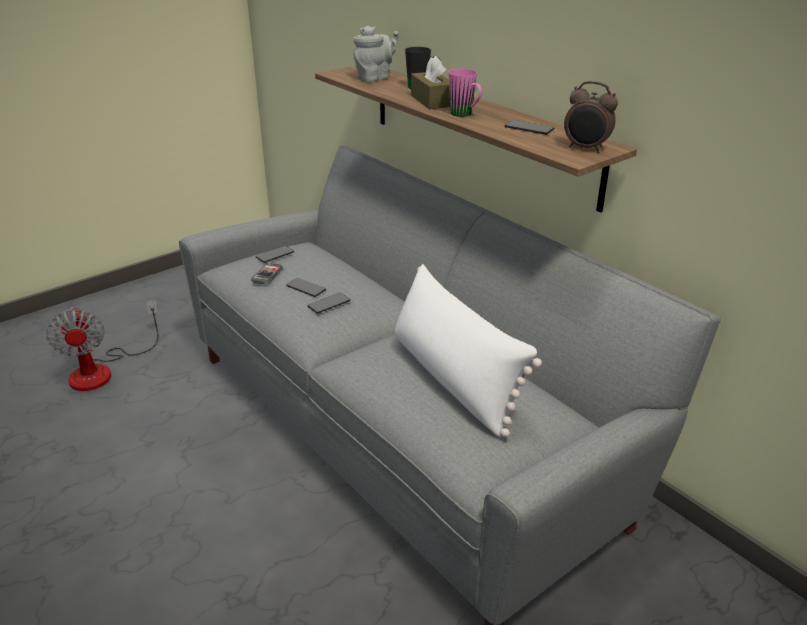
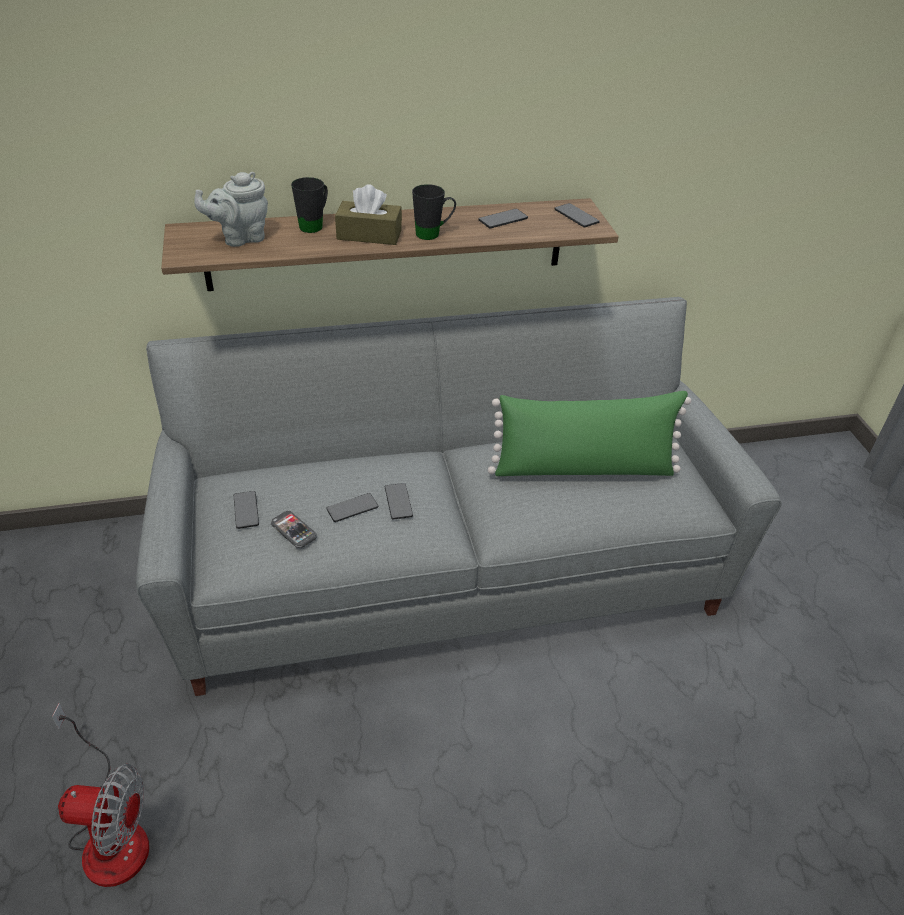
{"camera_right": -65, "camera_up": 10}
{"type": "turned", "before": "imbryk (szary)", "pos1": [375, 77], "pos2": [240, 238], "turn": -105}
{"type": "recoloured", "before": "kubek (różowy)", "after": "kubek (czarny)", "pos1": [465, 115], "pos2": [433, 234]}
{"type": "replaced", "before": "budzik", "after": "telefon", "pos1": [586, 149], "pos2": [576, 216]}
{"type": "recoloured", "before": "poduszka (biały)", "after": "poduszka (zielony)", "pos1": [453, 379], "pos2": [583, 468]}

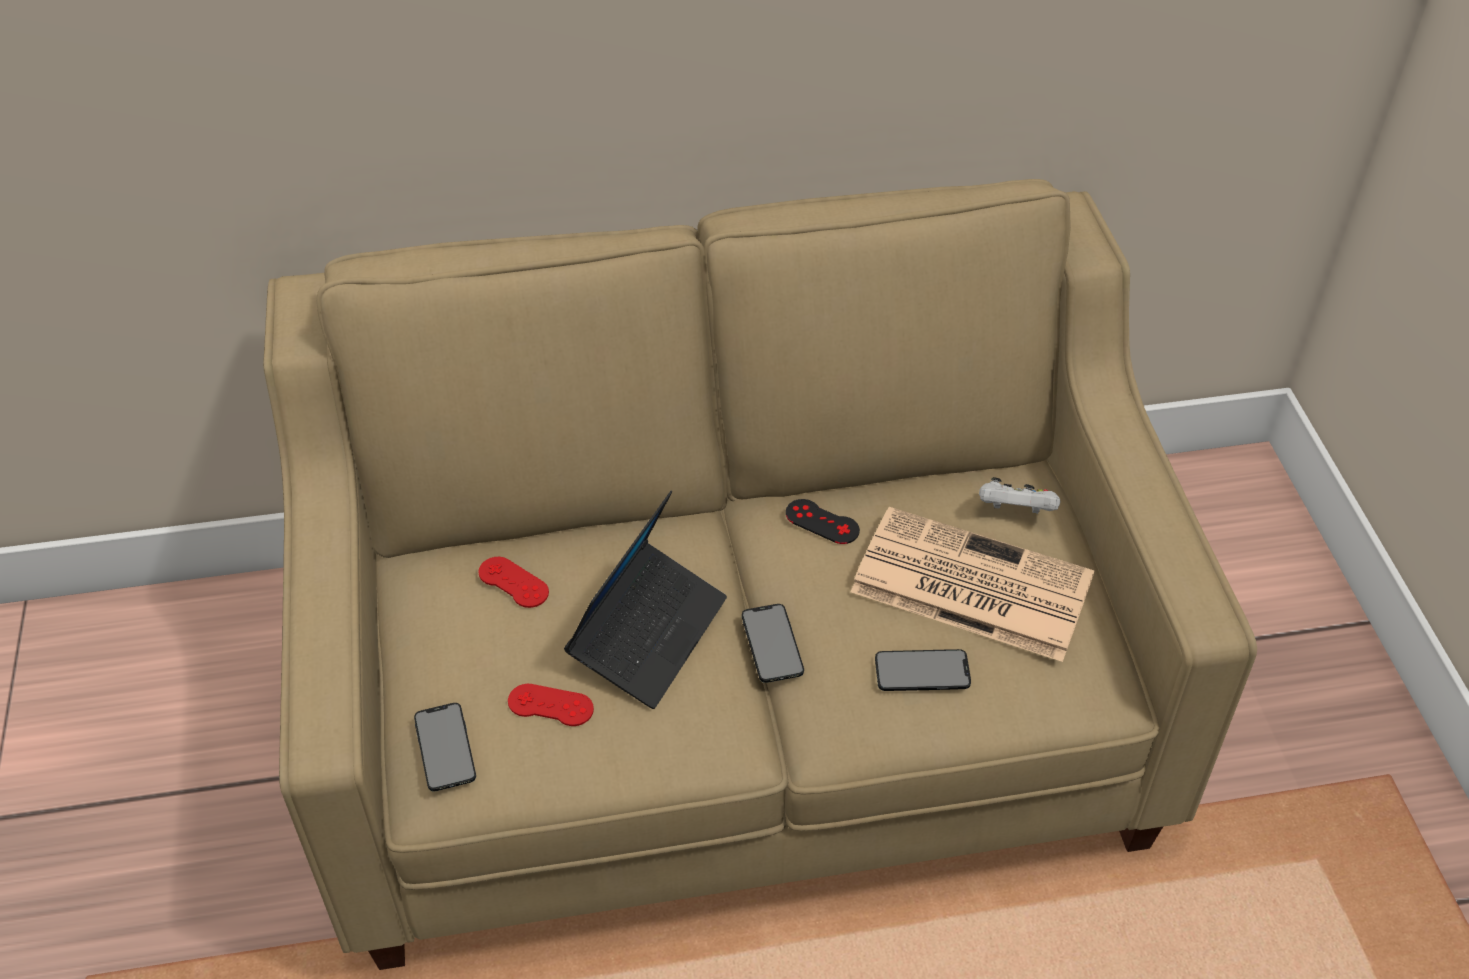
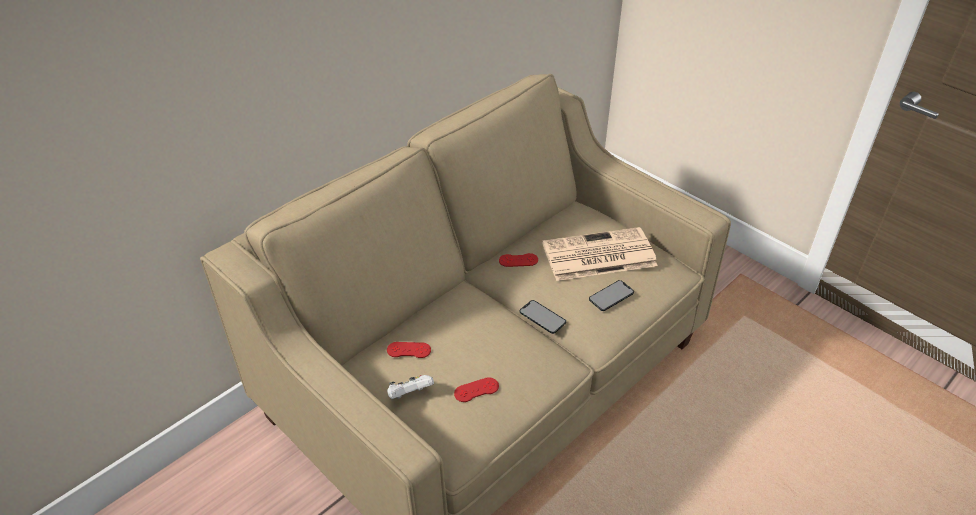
{"camera_right": -35, "camera_up": -5}
{"type": "moved", "before": "pad do gier (biały)", "pos1": [1015, 512], "pos2": [409, 395]}
{"type": "removed", "before": "laptop", "pos1": [648, 633]}
{"type": "recoloured", "before": "pad do gier (czarny)", "after": "pad do gier (czerwony)", "pos1": [822, 522], "pos2": [518, 260]}
{"type": "removed", "before": "telefon", "pos1": [445, 747]}

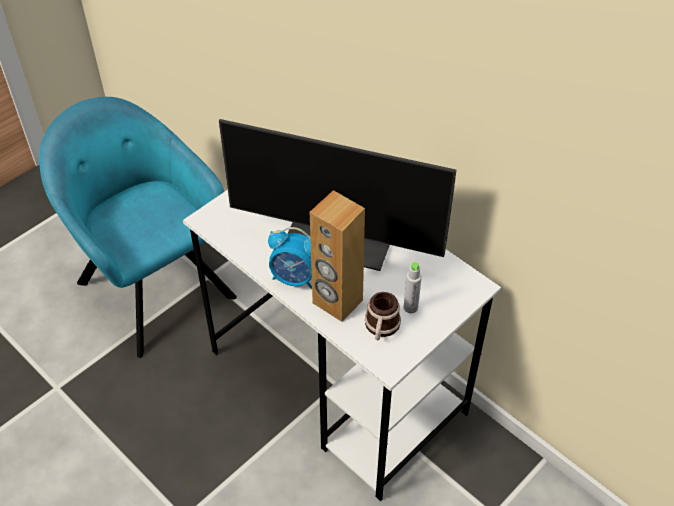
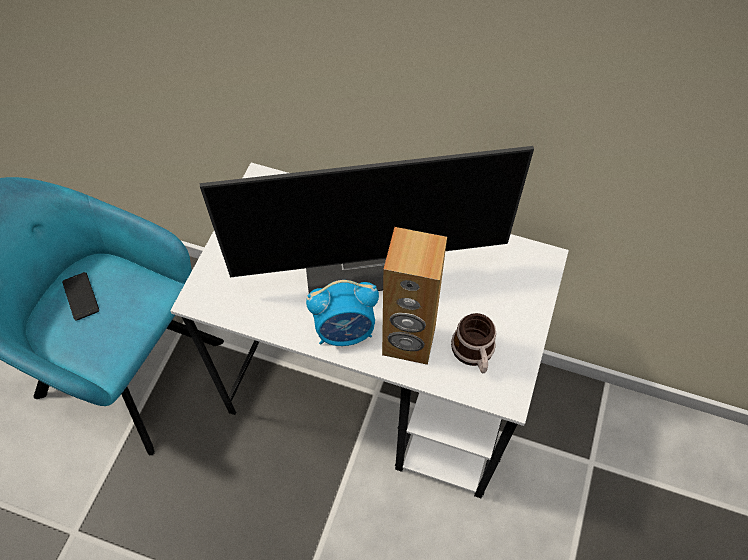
{"camera_right": -25, "camera_up": 10}
{"type": "removed", "before": "butelka (szary)", "pos1": [410, 307]}
{"type": "added", "after": "telefon", "pos2": [81, 296]}

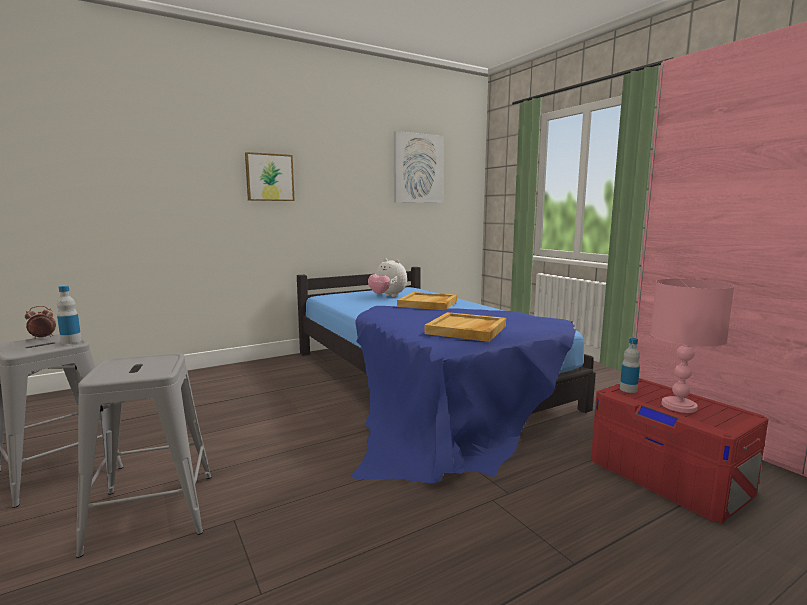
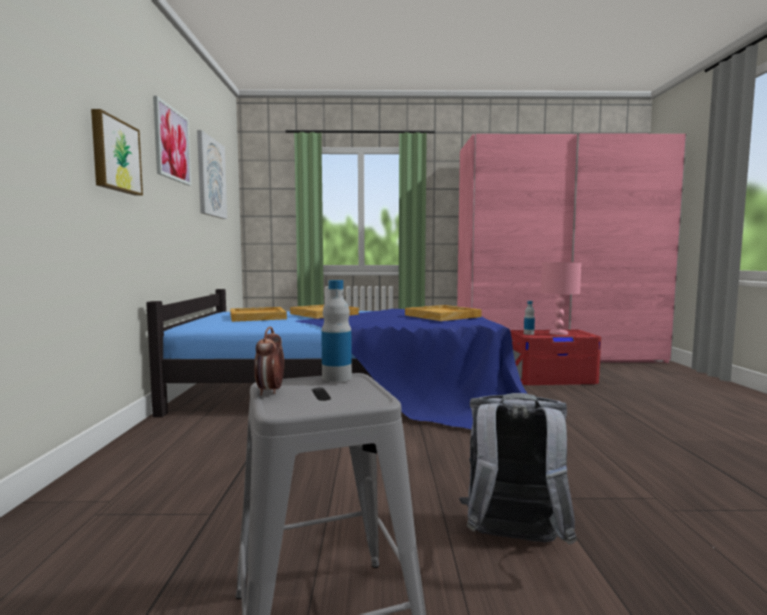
{"camera_right": -60, "camera_up": -5}
{"type": "replaced", "before": "pluszak", "after": "taca (beżowy)", "pos1": [387, 296], "pos2": [258, 317]}
{"type": "replaced", "before": "stołek (szary)", "after": "plecak (szary)", "pos1": [153, 512], "pos2": [513, 542]}
{"type": "added", "after": "obraz", "pos2": [172, 144]}

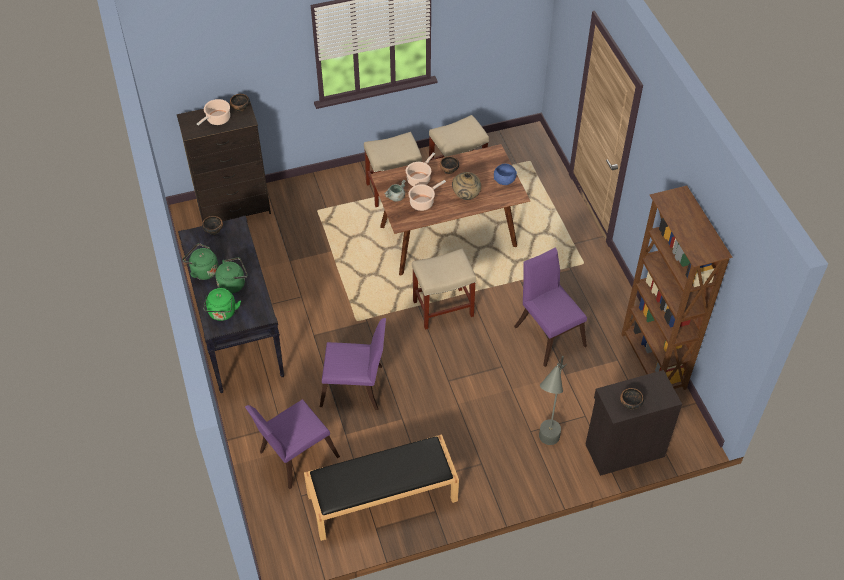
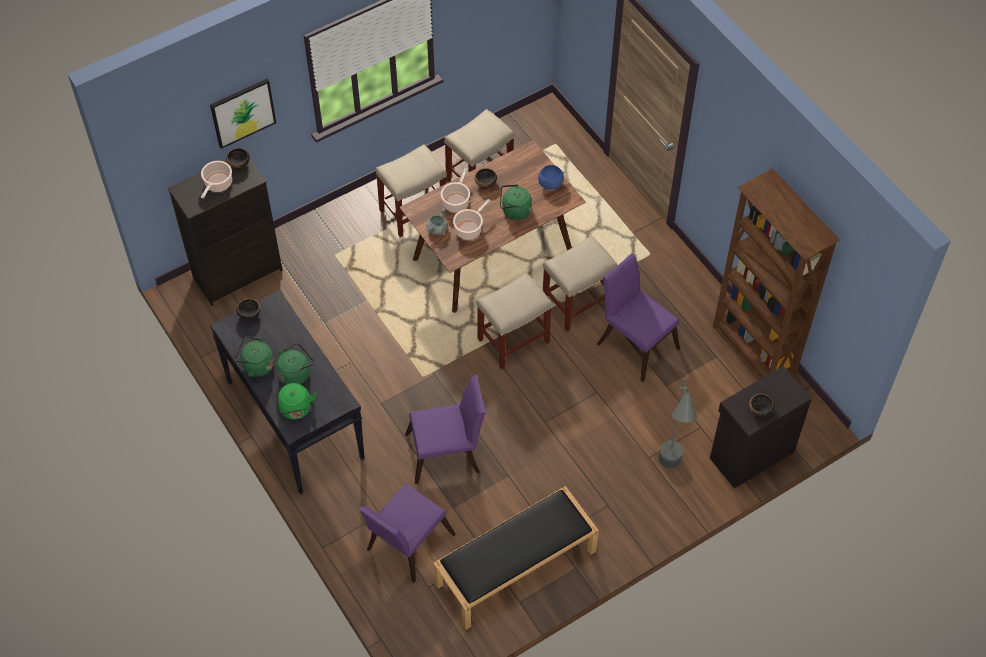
{"camera_right": -15, "camera_up": 5}
{"type": "replaced", "before": "wazon (beżowy)", "after": "czajnik (zielony)", "pos1": [466, 196], "pos2": [514, 211]}
{"type": "added", "after": "obraz", "pos2": [243, 112]}
{"type": "added", "after": "stołek (beżowy)", "pos2": [576, 304]}

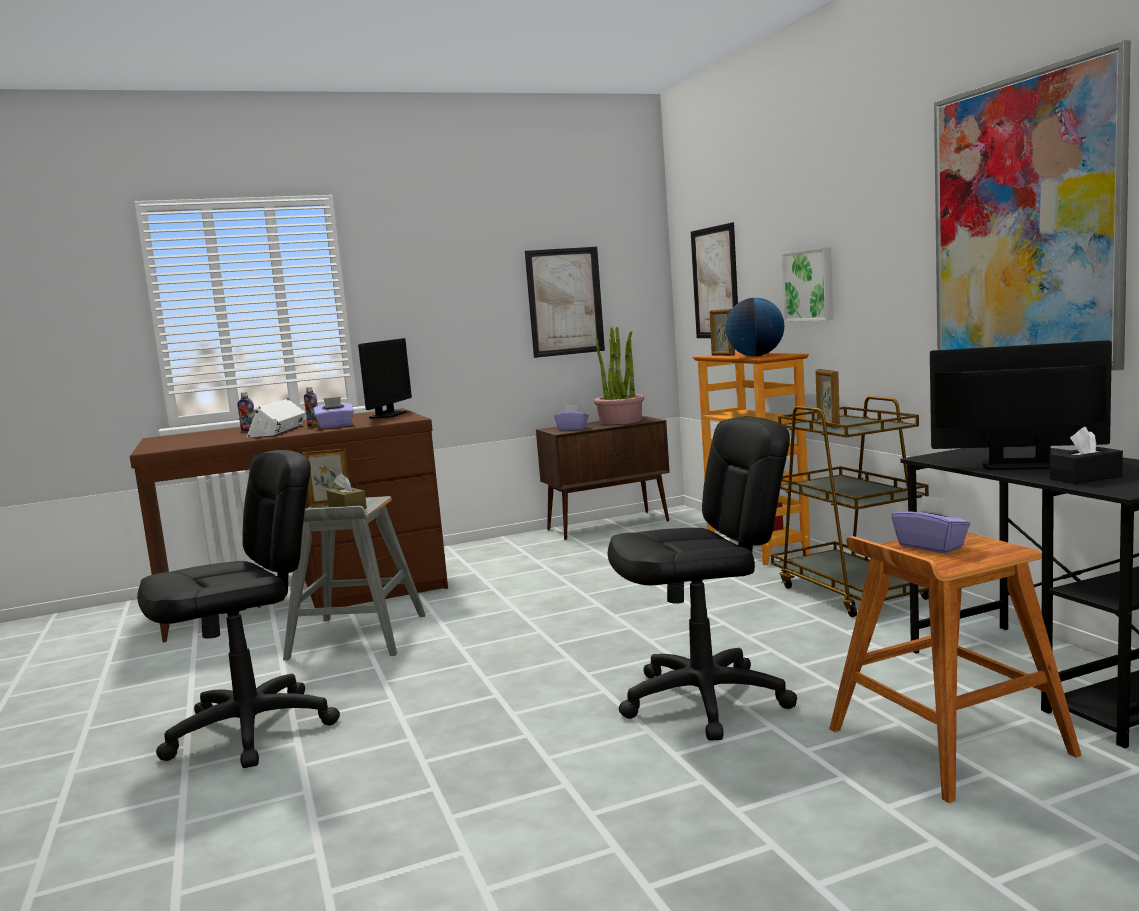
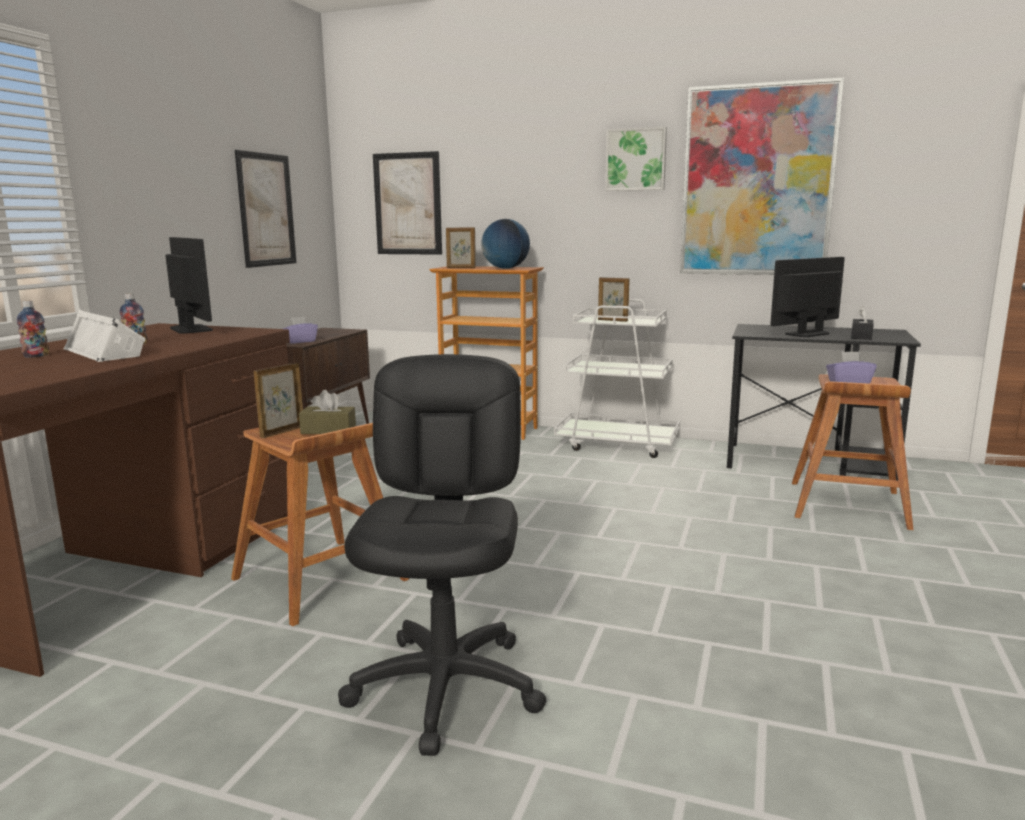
{"camera_right": -50, "camera_up": 5}
{"type": "moved", "before": "obraz", "pos1": [810, 285], "pos2": [636, 159]}
{"type": "removed", "before": "roślina doniczkowa", "pos1": [620, 421]}
{"type": "recoloured", "before": "wózek (brązowy)", "after": "wózek (biały)", "pos1": [851, 592], "pos2": [617, 444]}
{"type": "removed", "before": "pudełko chusteczek (fioletowy)", "pos1": [335, 426]}
{"type": "removed", "before": "krzesło biurowe (czarny)", "pos1": [705, 700]}
{"type": "recoloured", "before": "stołek (szary)", "after": "stołek (brązowy)", "pos1": [357, 637], "pos2": [320, 580]}

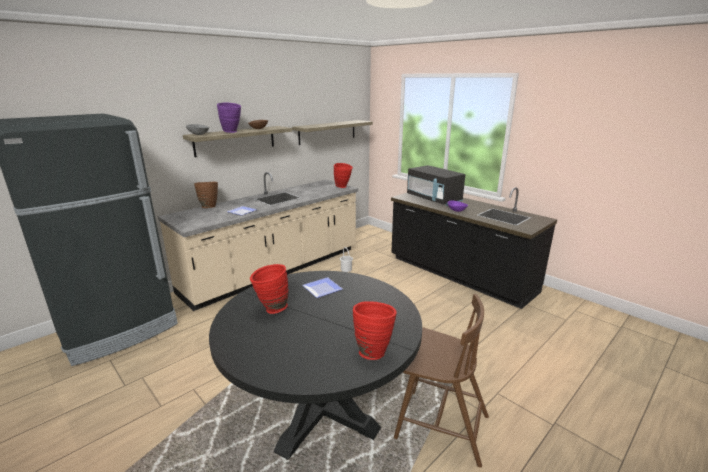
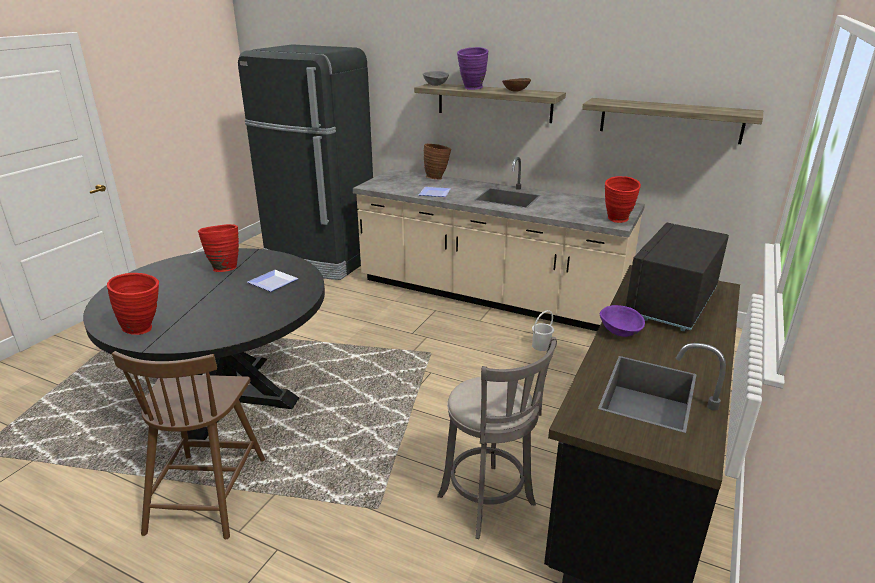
{"camera_right": 70, "camera_up": 5}
{"type": "added", "after": "stołek (szary)", "pos2": [489, 503]}

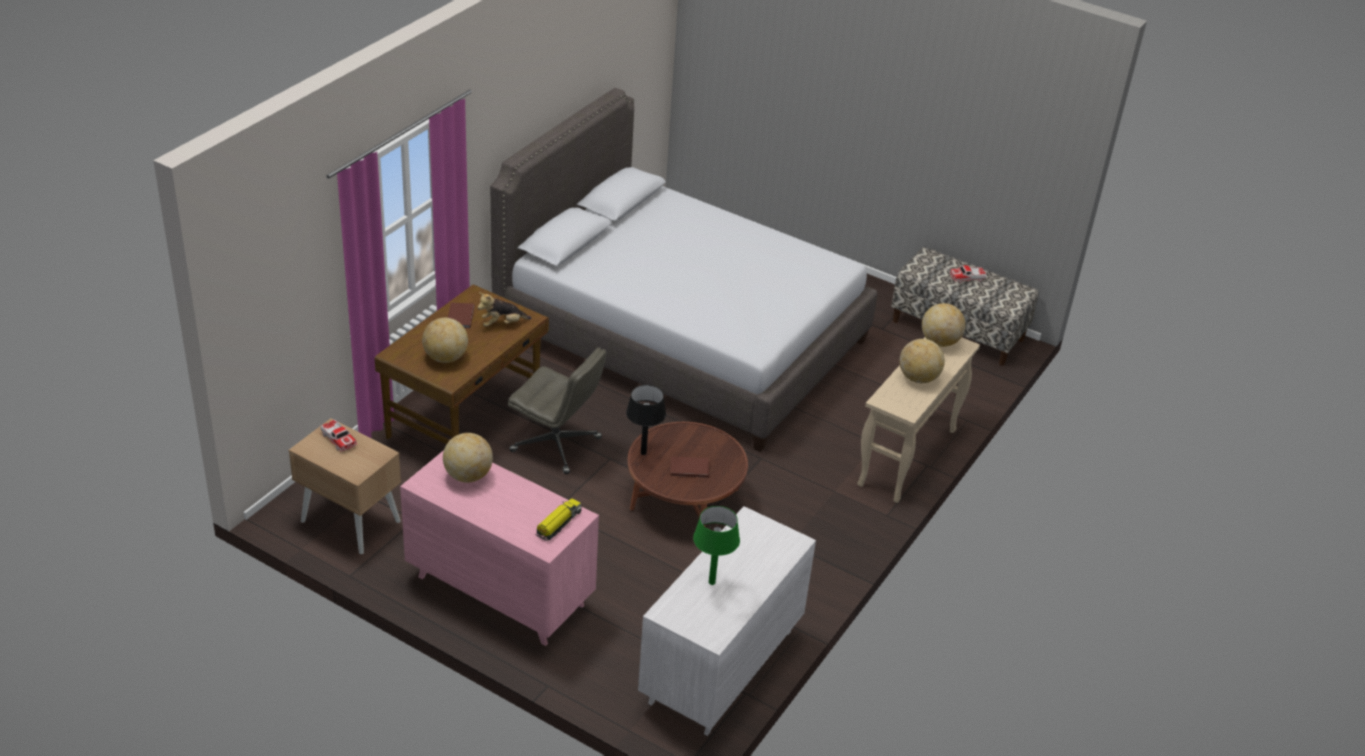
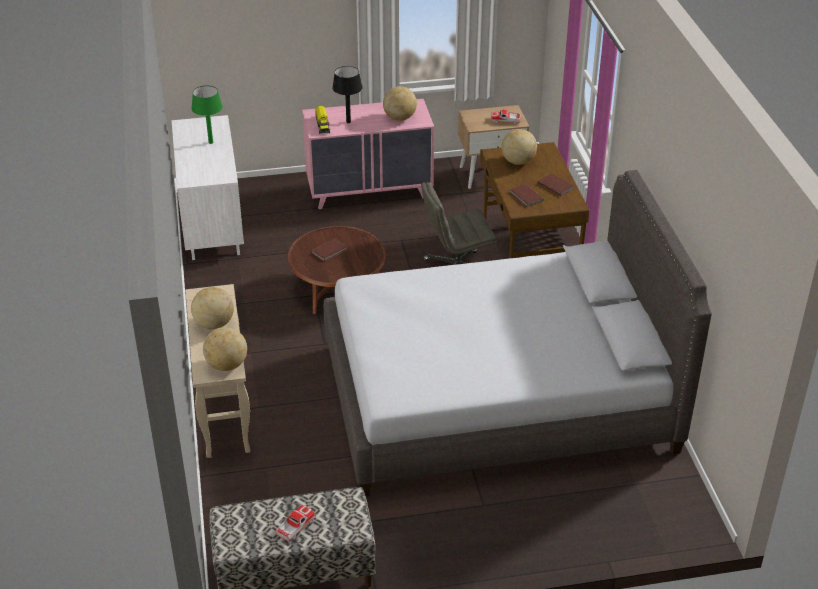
{"camera_right": 140, "camera_up": 0}
{"type": "replaced", "before": "pluszak", "after": "książka (brązowy)", "pos1": [502, 324], "pos2": [525, 197]}
{"type": "moved", "before": "lampa stołowa (czarny)", "pos1": [643, 453], "pos2": [348, 122]}

